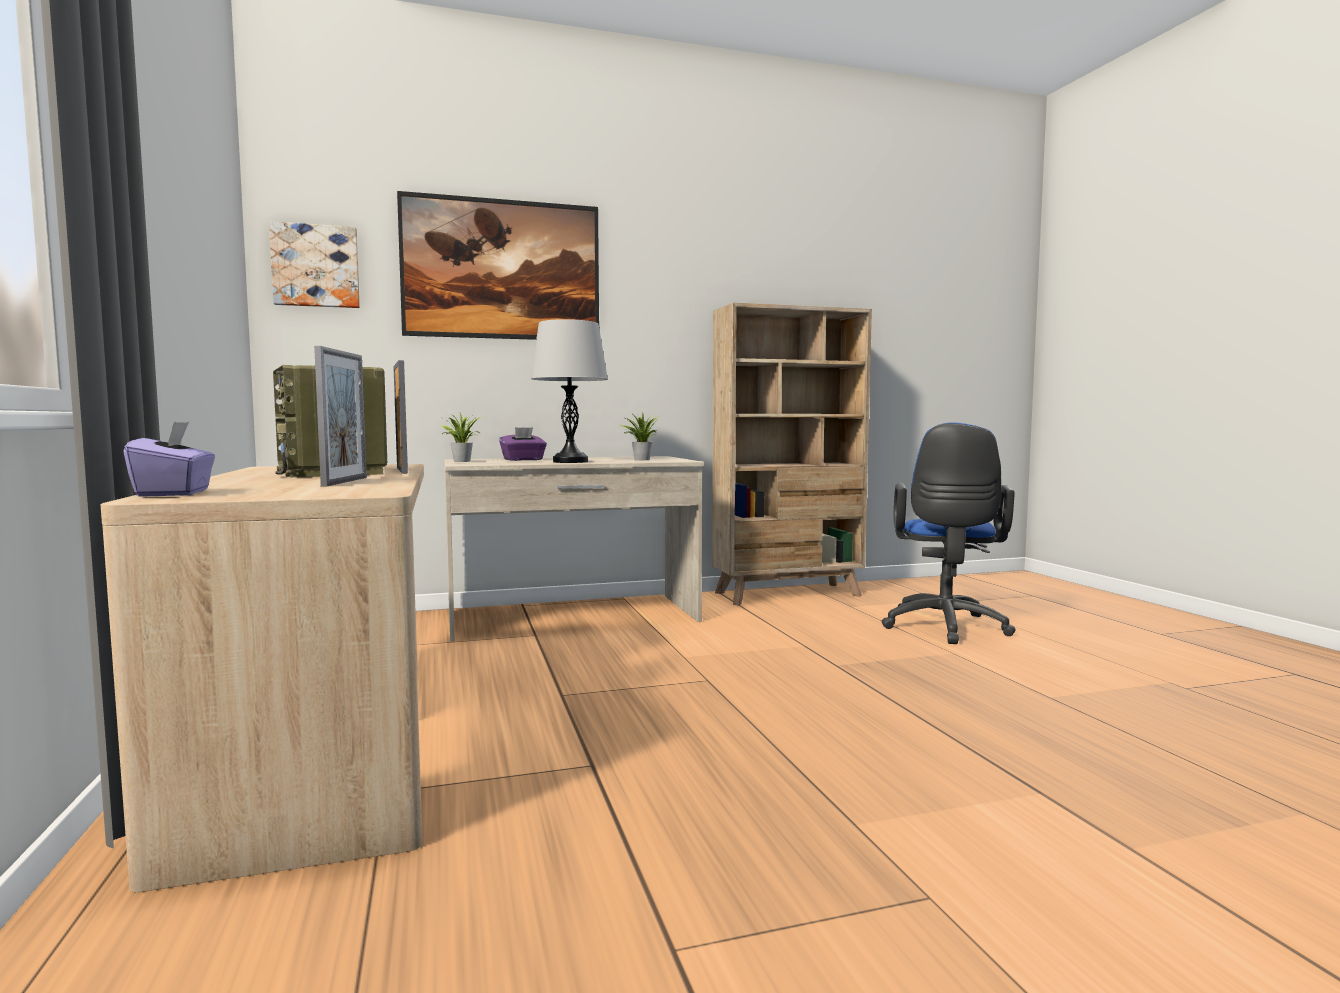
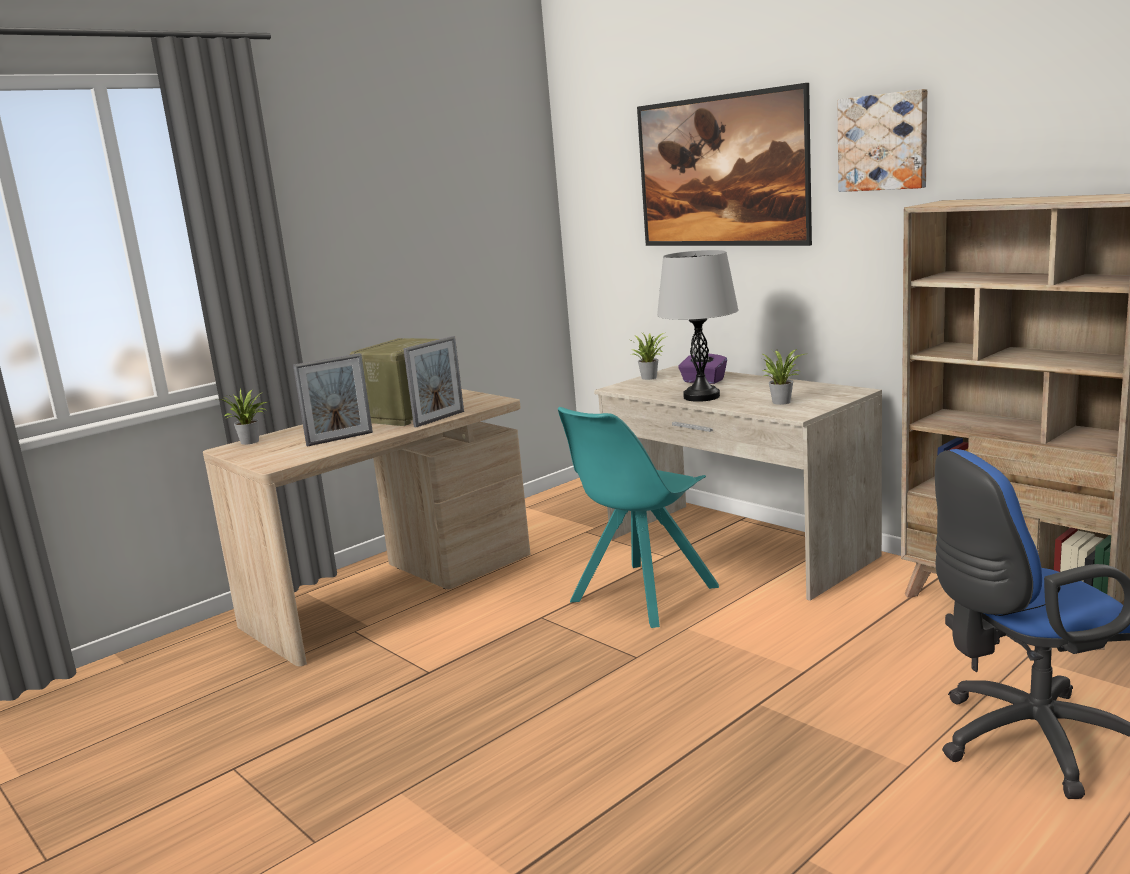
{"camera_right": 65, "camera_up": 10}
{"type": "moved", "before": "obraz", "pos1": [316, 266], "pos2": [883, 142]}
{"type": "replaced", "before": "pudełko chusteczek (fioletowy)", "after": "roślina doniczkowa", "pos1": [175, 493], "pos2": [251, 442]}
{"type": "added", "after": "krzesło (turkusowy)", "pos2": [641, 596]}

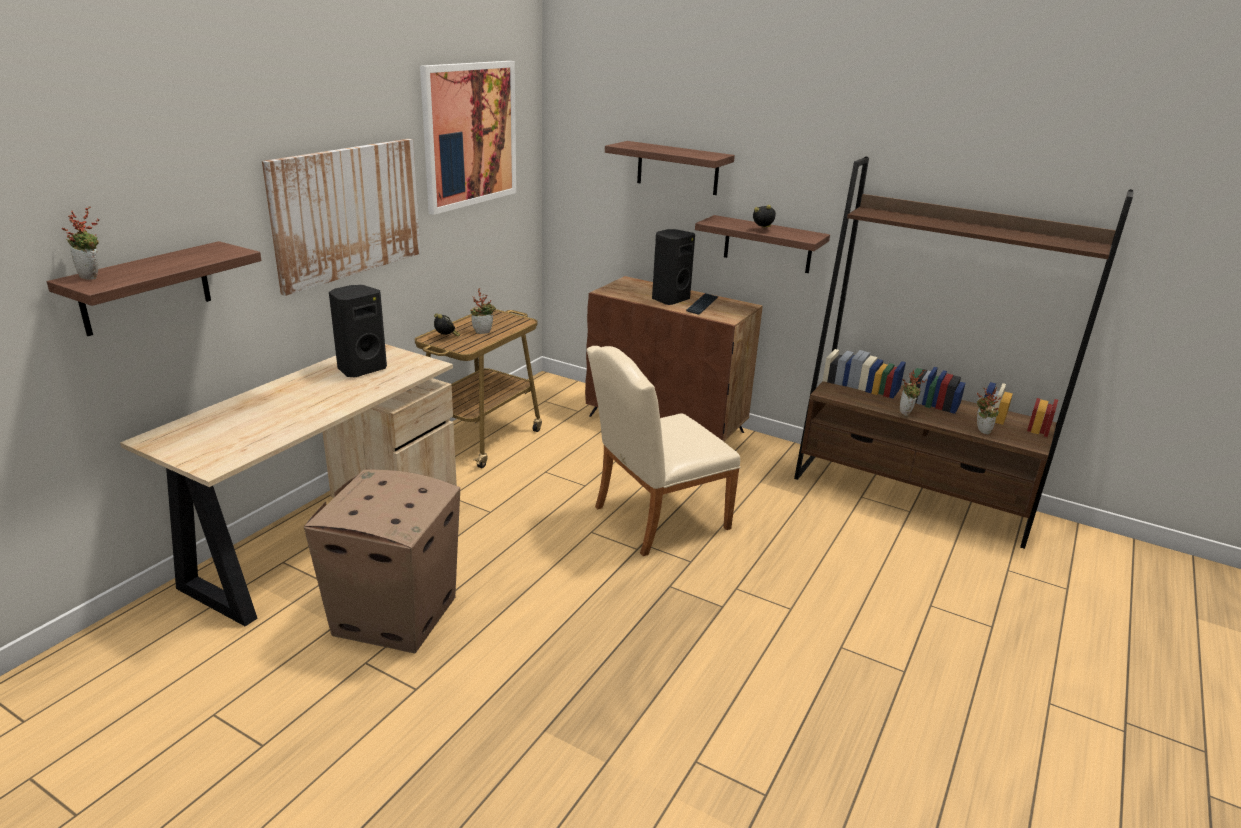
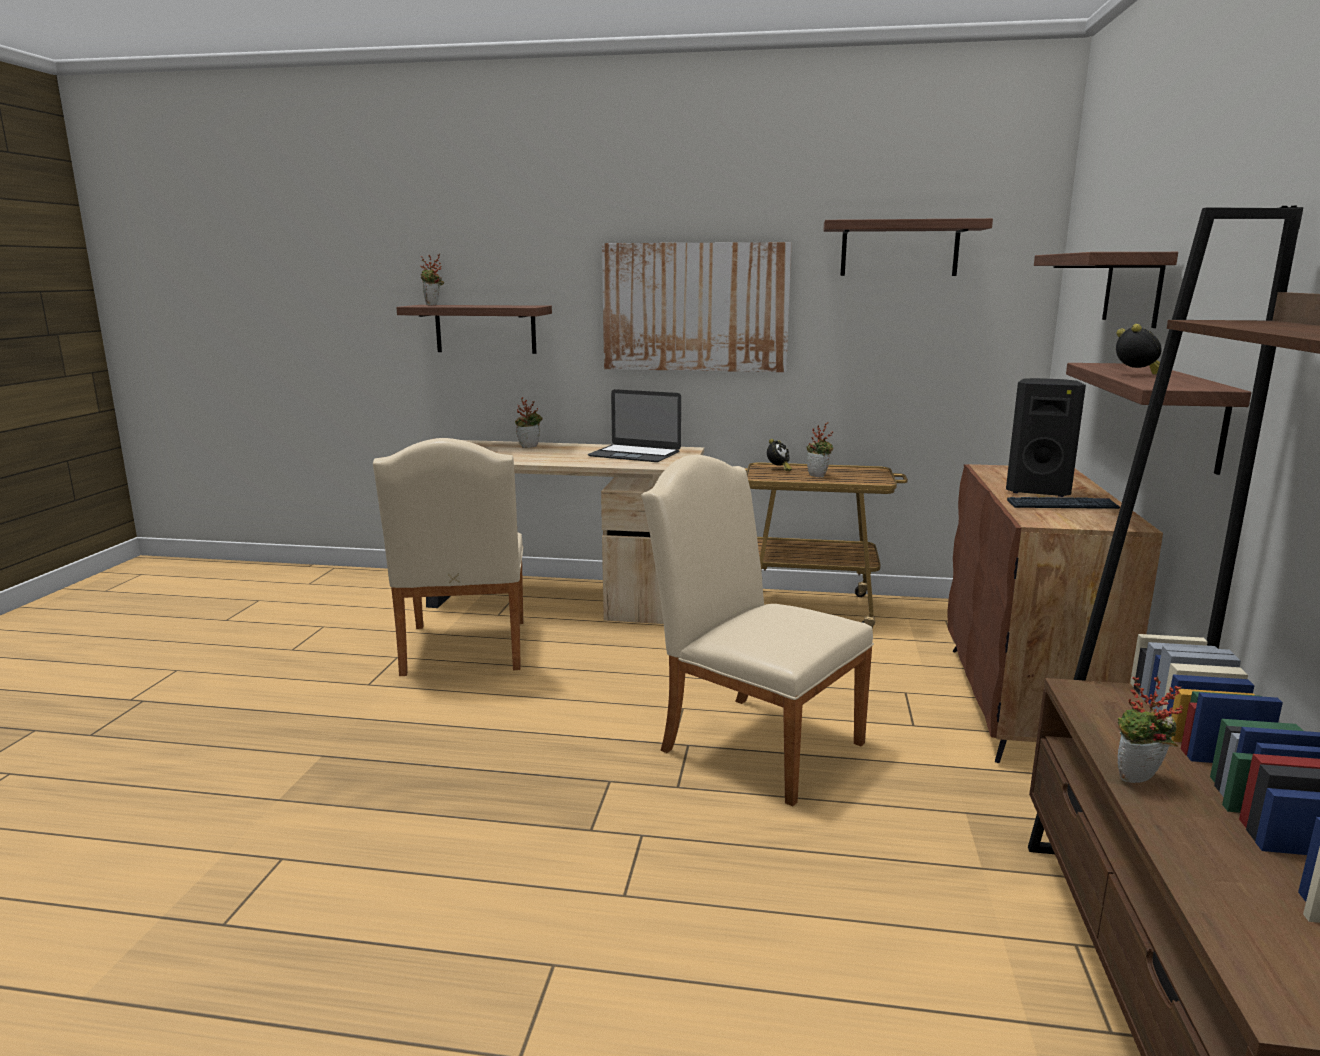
{"camera_right": 70, "camera_up": -10}
{"type": "replaced", "before": "obraz", "after": "półka", "pos1": [470, 135], "pos2": [899, 249]}
{"type": "replaced", "before": "głośnik (czarny)", "after": "laptop", "pos1": [361, 369], "pos2": [635, 454]}
{"type": "moved", "before": "roślina doniczkowa", "pos1": [980, 431], "pos2": [529, 446]}
{"type": "replaced", "before": "karton", "after": "krzesło (beżowy)", "pos1": [394, 617], "pos2": [464, 651]}

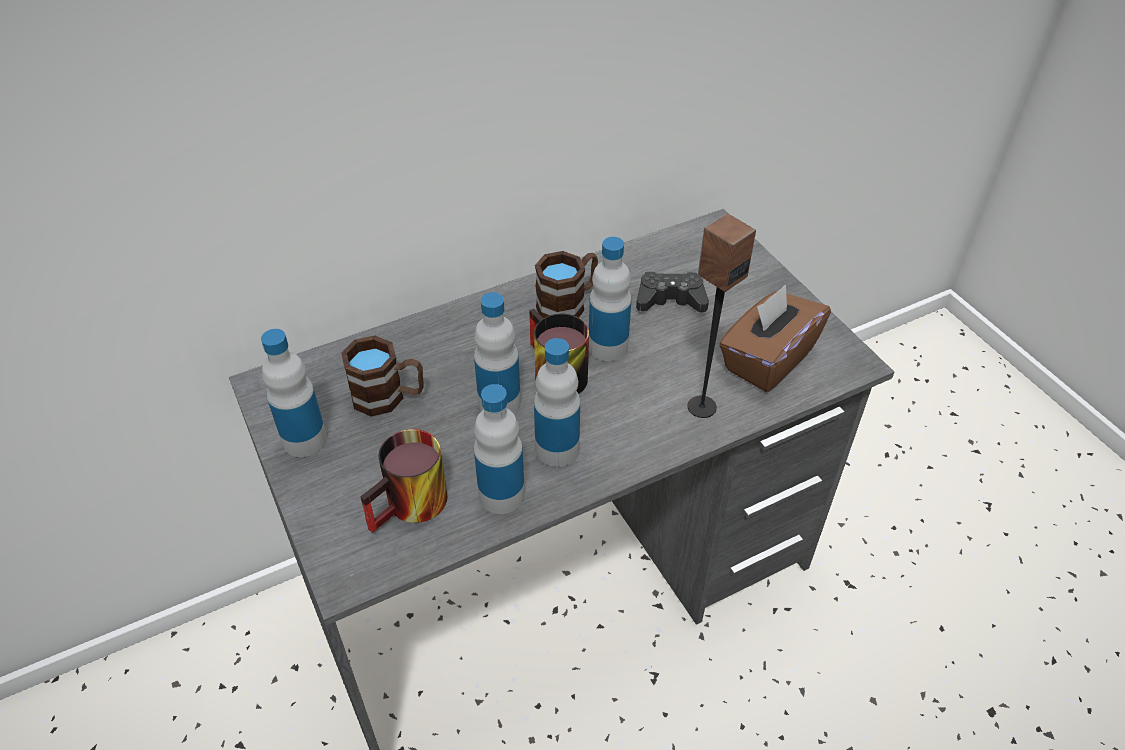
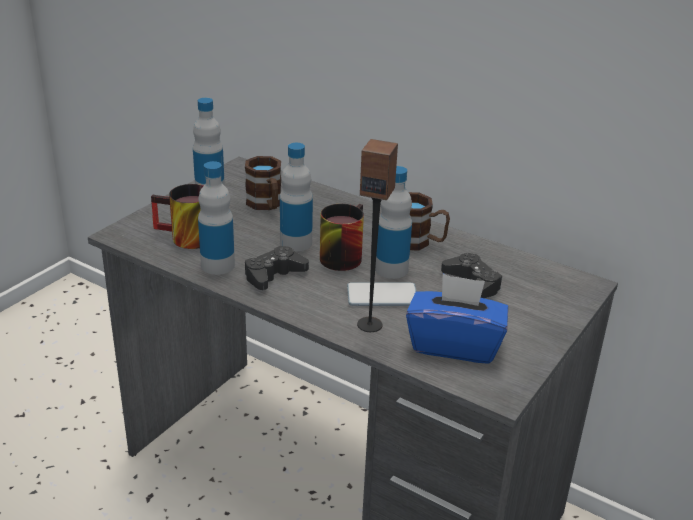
{"camera_right": 60, "camera_up": -15}
{"type": "recoloured", "before": "pudełko chusteczek (brązowy)", "after": "pudełko chusteczek (niebieski)", "pos1": [767, 359], "pos2": [454, 345]}
{"type": "replaced", "before": "butelka", "after": "pad do gier (czarny)", "pos1": [557, 449], "pos2": [274, 275]}
{"type": "added", "after": "telefon", "pos2": [382, 296]}

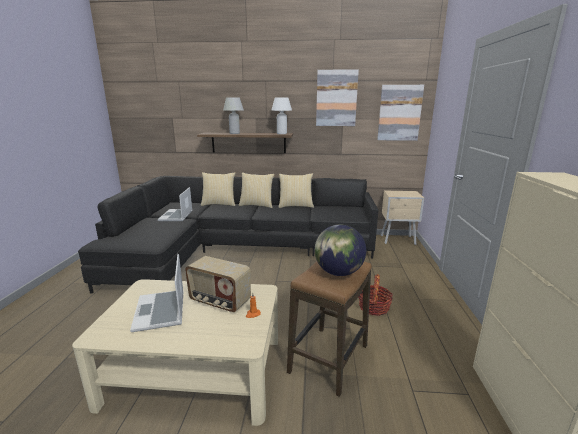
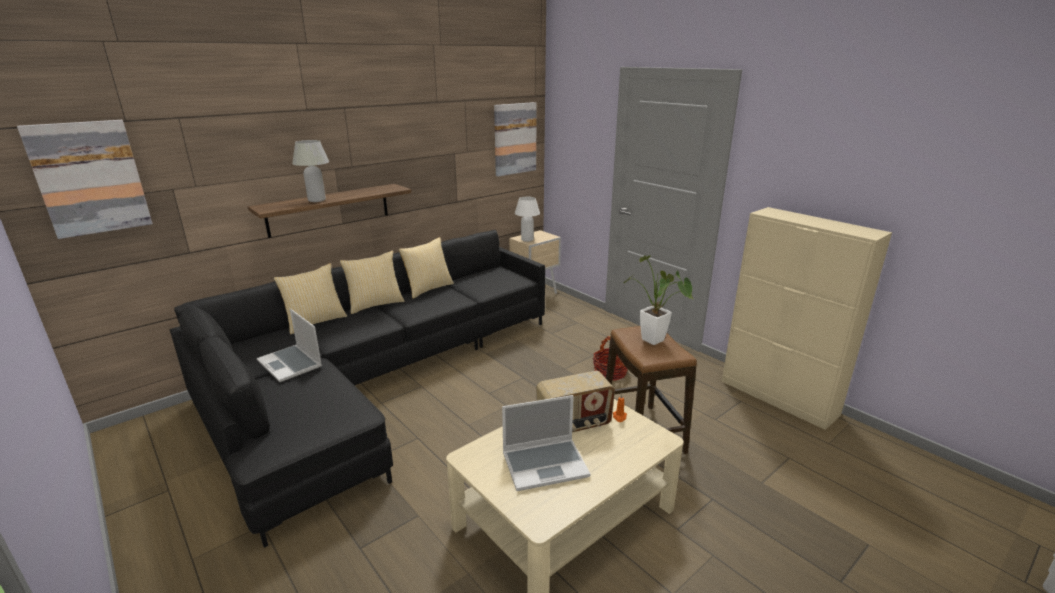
{"camera_right": -45, "camera_up": 5}
{"type": "moved", "before": "obraz", "pos1": [336, 98], "pos2": [89, 178]}
{"type": "moved", "before": "lampa stołowa (biały)", "pos1": [281, 133], "pos2": [527, 240]}
{"type": "replaced", "before": "globus", "after": "roślina doniczkowa", "pos1": [338, 272], "pos2": [656, 342]}
{"type": "turned", "before": "laptop", "pos1": [161, 311], "pos2": [546, 464], "turn": -45}

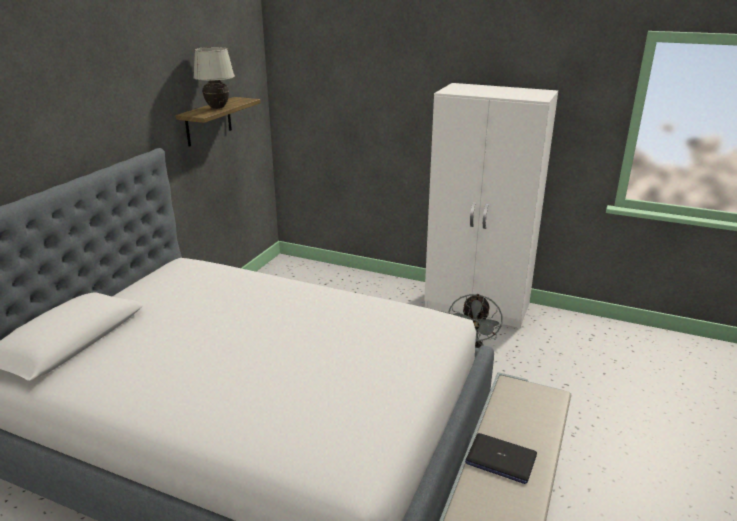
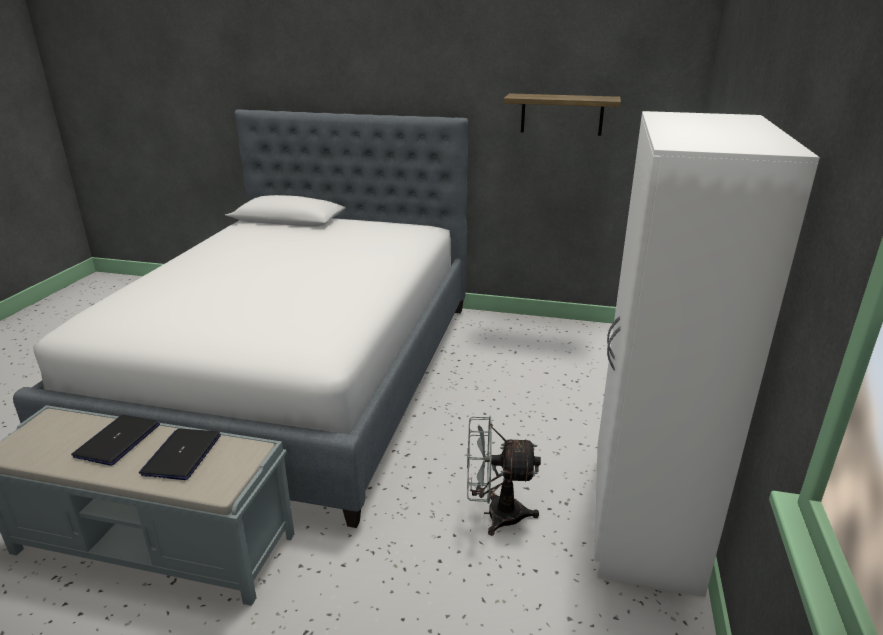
{"camera_right": 80, "camera_up": 0}
{"type": "removed", "before": "lampa stołowa (biały)", "pos1": [217, 108]}
{"type": "added", "after": "laptop", "pos2": [182, 455]}

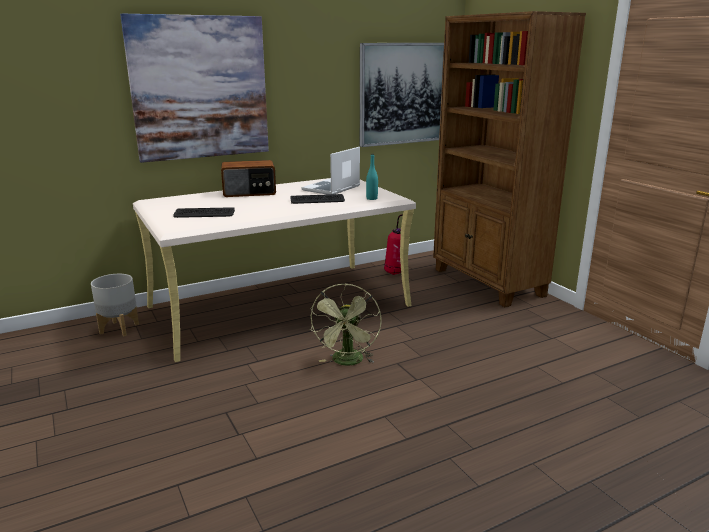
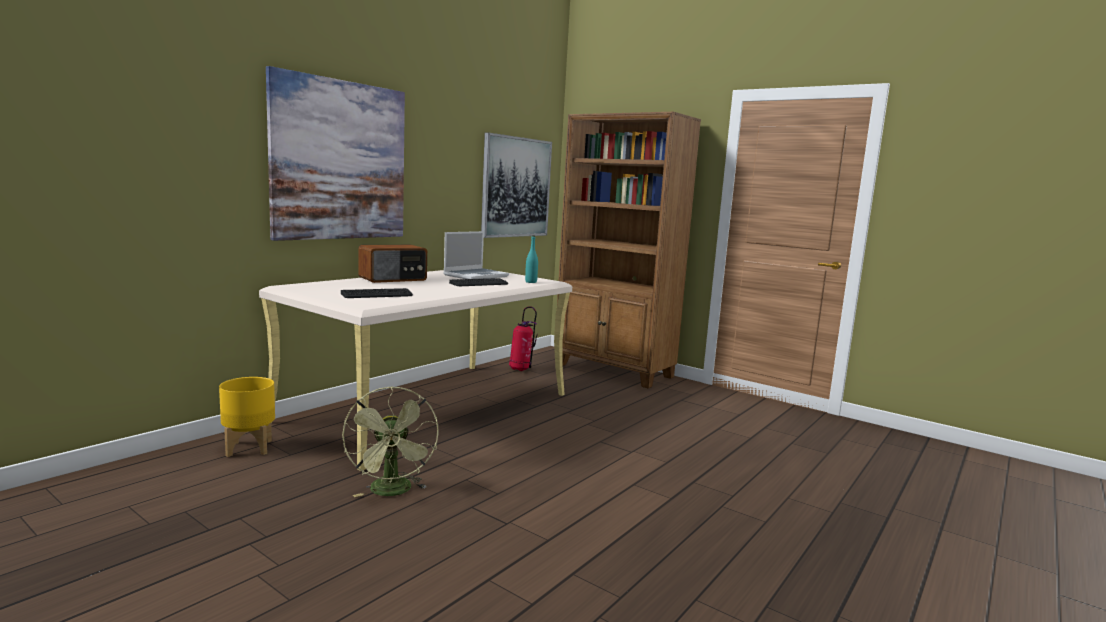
{"camera_right": -25, "camera_up": -10}
{"type": "turned", "before": "laptop", "pos1": [331, 188], "pos2": [476, 275], "turn": -150}
{"type": "recoloured", "before": "donica (szary)", "after": "donica (żółty)", "pos1": [119, 328], "pos2": [249, 448]}
{"type": "moved", "before": "wentylator (zielony)", "pos1": [347, 362], "pos2": [392, 492]}

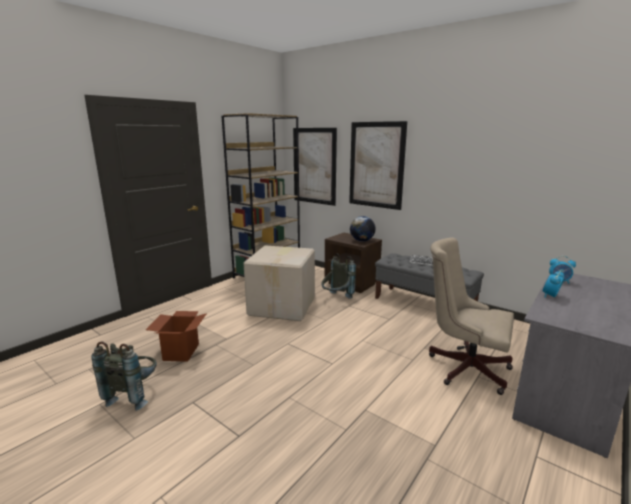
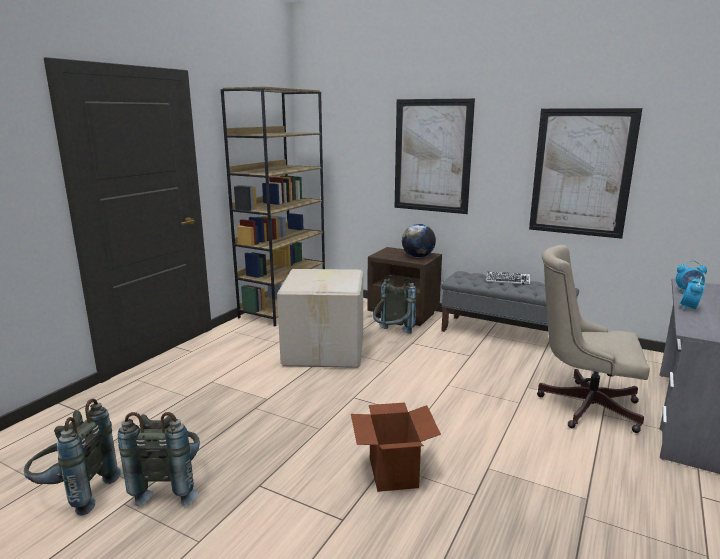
{"camera_right": -10, "camera_up": 0}
{"type": "moved", "before": "obraz", "pos1": [314, 166], "pos2": [581, 173]}
{"type": "moved", "before": "karton", "pos1": [181, 352], "pos2": [393, 472]}
{"type": "added", "after": "plecak (szary)", "pos2": [74, 494]}

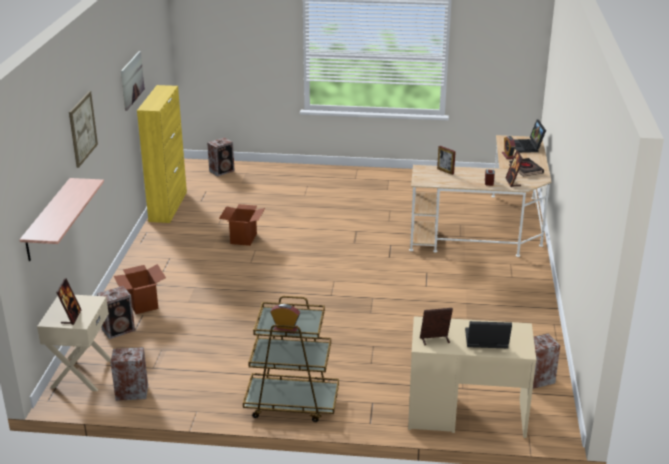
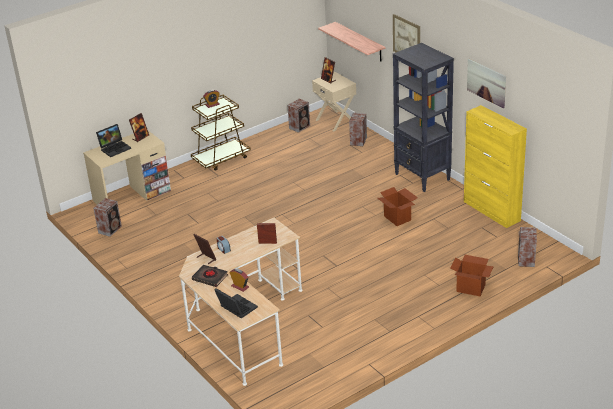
{"camera_right": 140, "camera_up": 5}
{"type": "moved", "before": "karton", "pos1": [142, 304], "pos2": [471, 288]}
{"type": "added", "after": "regał (czarny)", "pos2": [422, 177]}

